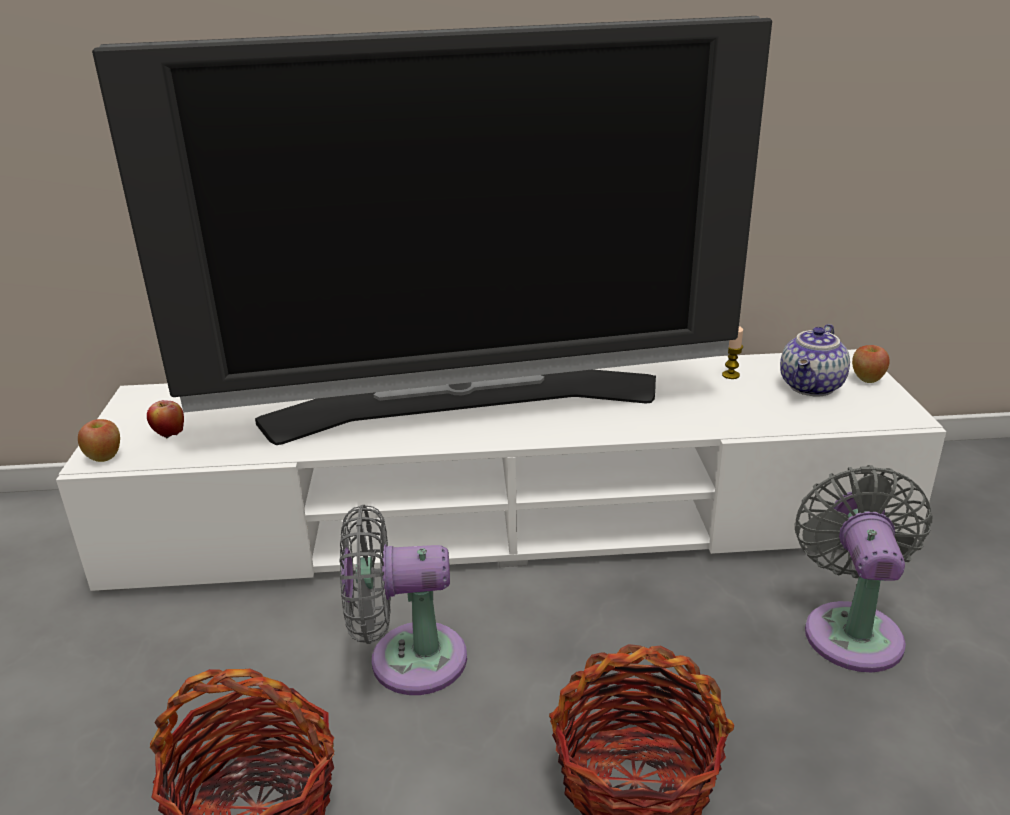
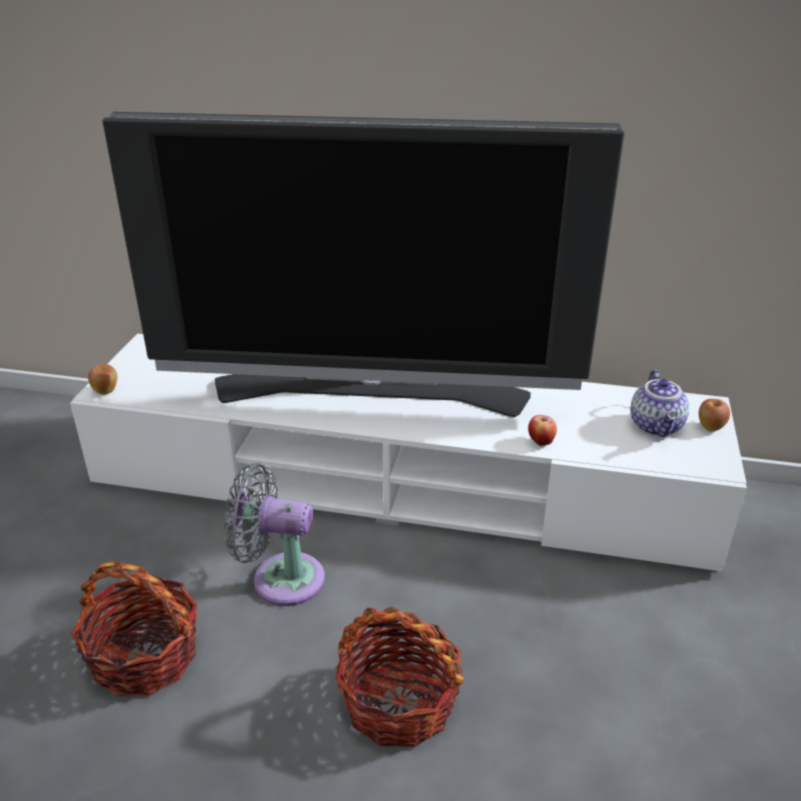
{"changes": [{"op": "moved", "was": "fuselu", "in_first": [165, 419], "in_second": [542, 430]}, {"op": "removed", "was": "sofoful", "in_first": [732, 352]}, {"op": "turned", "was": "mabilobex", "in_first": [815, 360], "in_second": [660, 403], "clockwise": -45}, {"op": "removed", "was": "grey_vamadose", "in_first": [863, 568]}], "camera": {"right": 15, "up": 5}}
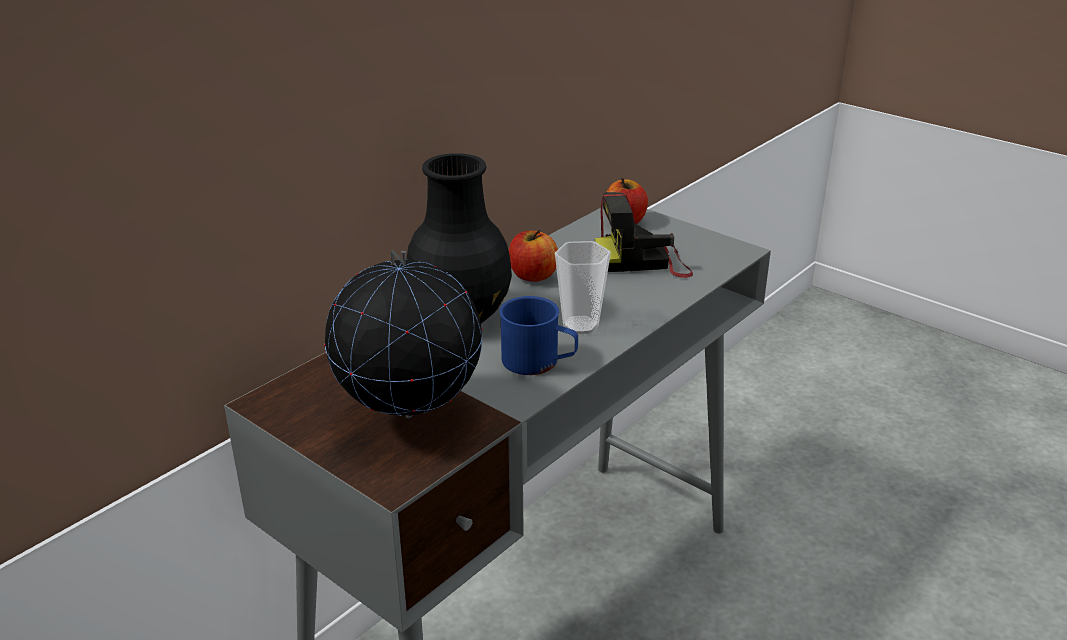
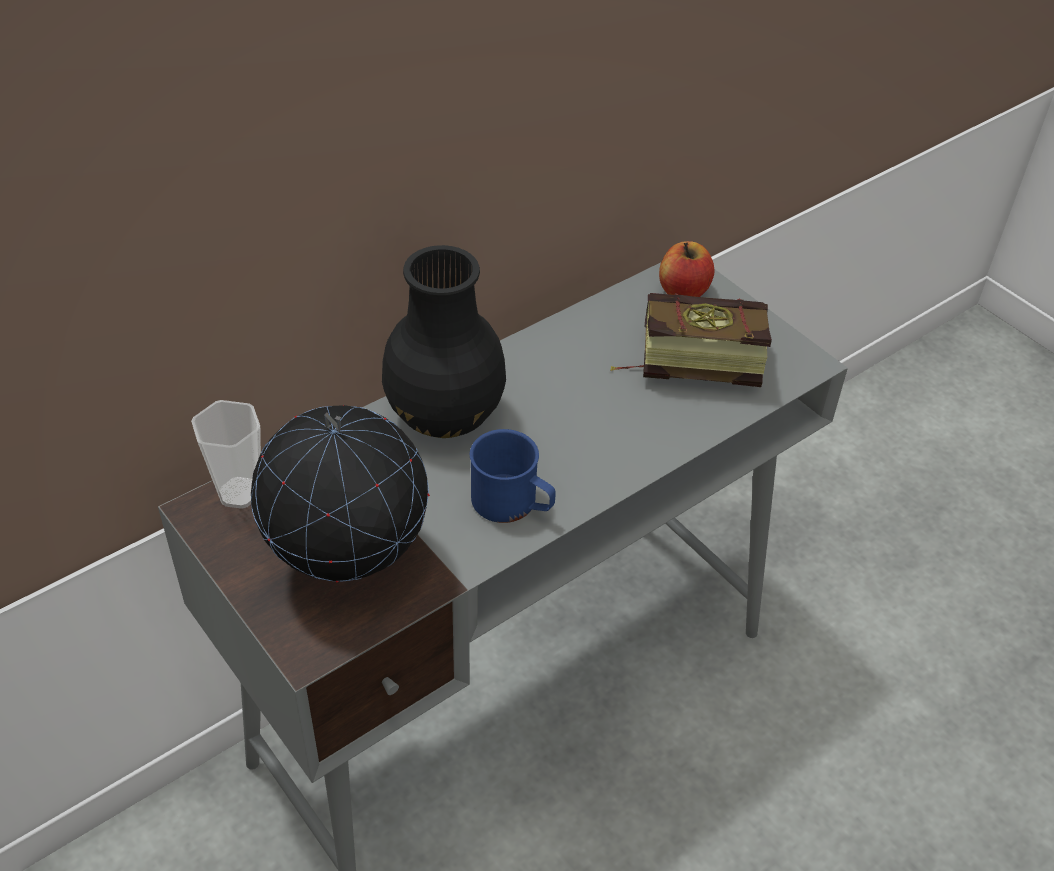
{"changes": [{"op": "removed", "was": "fuselu", "in_first": [533, 256]}, {"op": "moved", "was": "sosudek", "in_first": [583, 287], "in_second": [226, 454]}, {"op": "replaced", "was": "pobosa", "now": "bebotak", "in_first": [644, 235], "in_second": [691, 340]}], "camera": {"right": 10, "up": 15}}
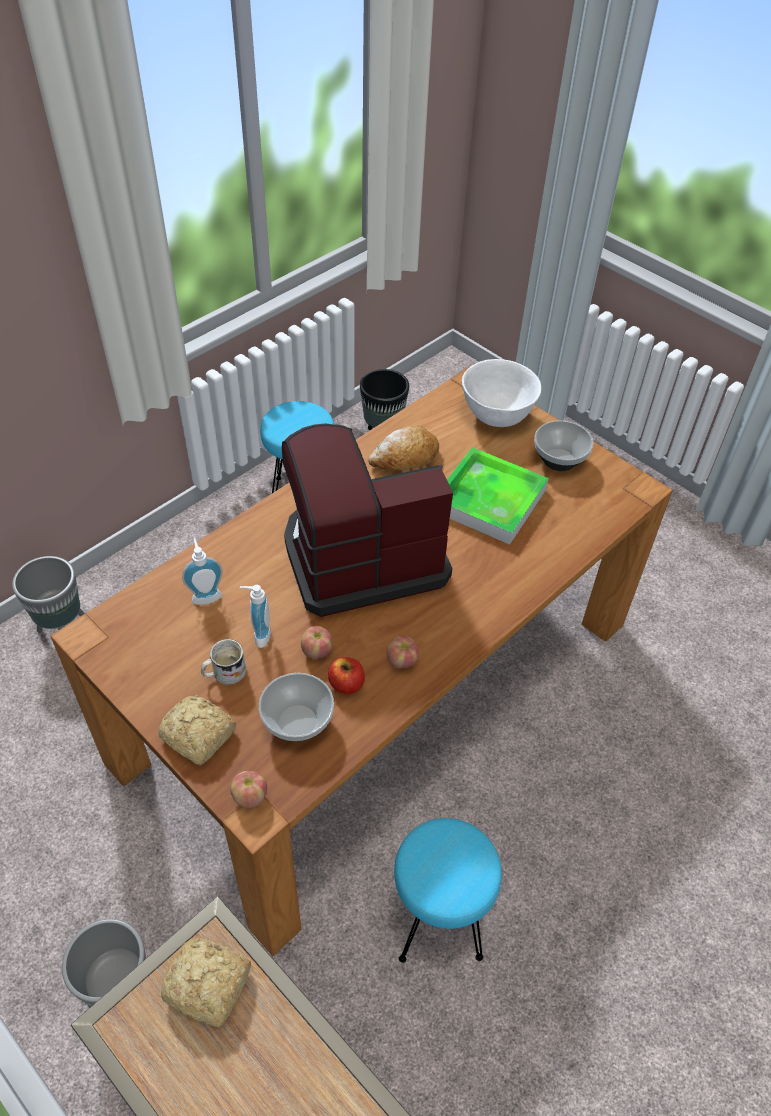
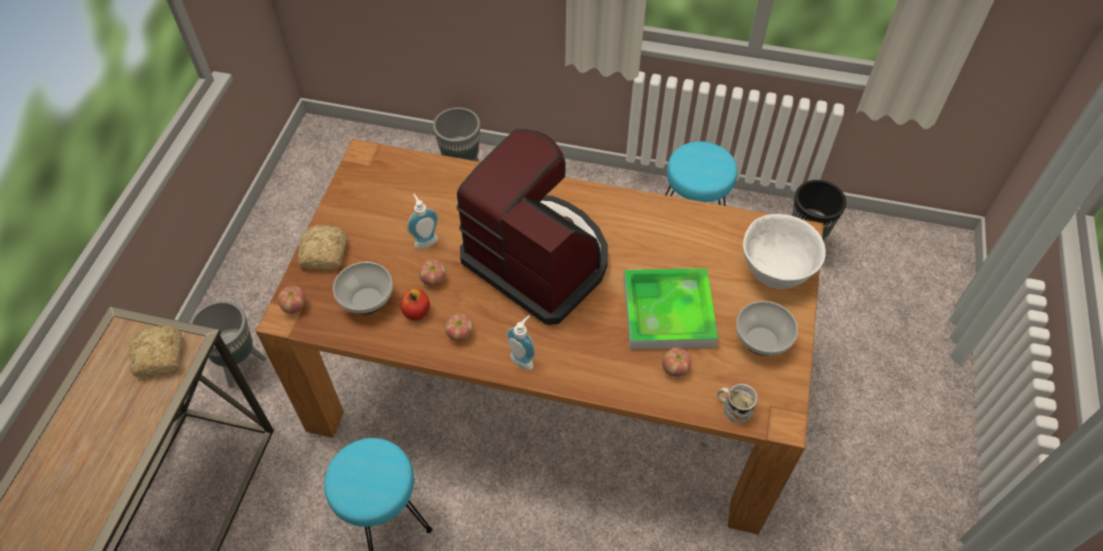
{"changes": [{"op": "moved", "was": "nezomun", "in_first": [202, 571], "in_second": [521, 342]}, {"op": "moved", "was": "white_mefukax", "in_first": [223, 662], "in_second": [737, 403]}, {"op": "removed", "was": "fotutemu", "in_first": [403, 448]}, {"op": "added", "now": "fuselu", "in_second": [676, 362]}], "camera": {"right": 60, "up": 5}}
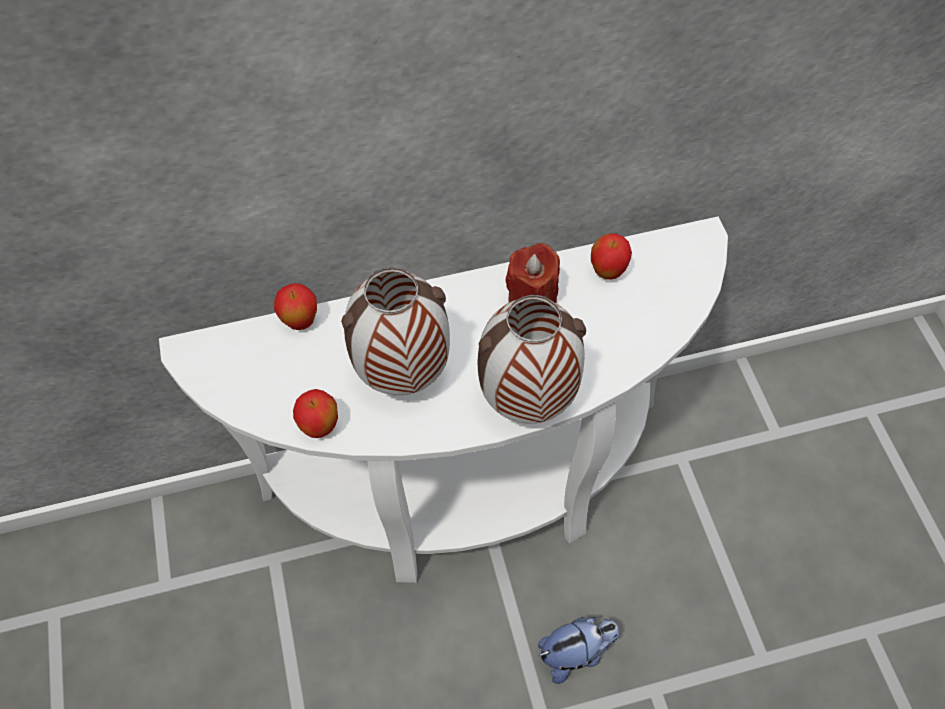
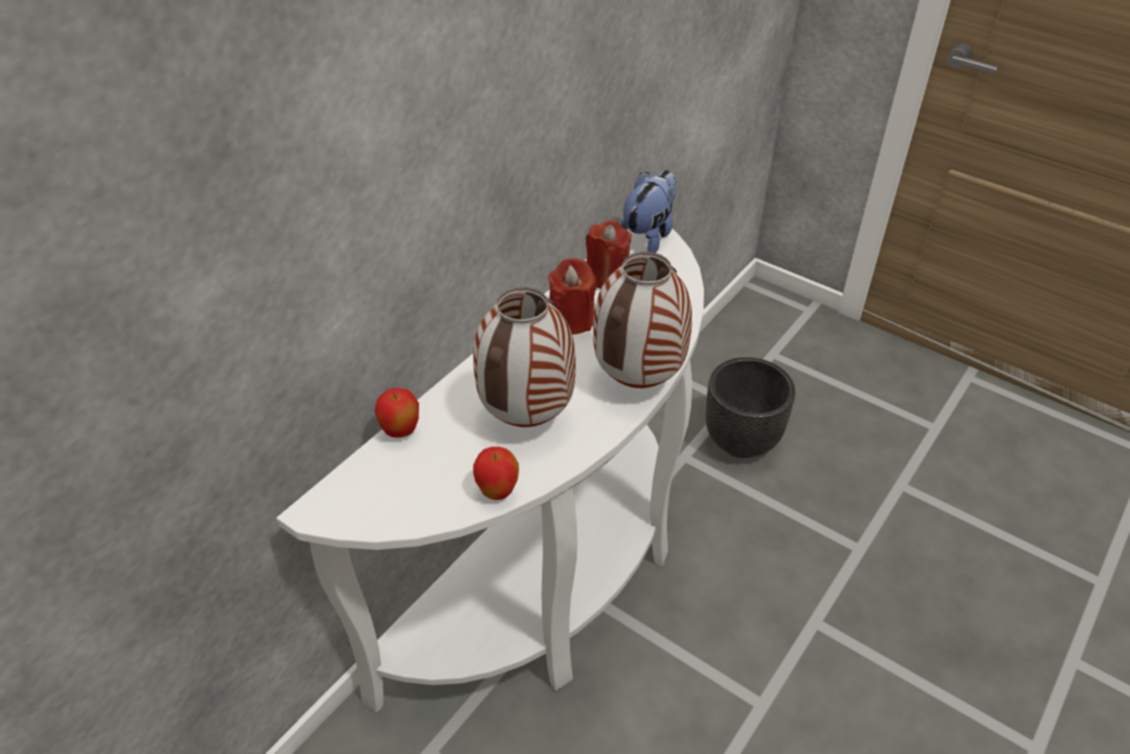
{"changes": [{"op": "moved", "was": "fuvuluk", "in_first": [579, 650], "in_second": [648, 211]}, {"op": "replaced", "was": "fuselu", "now": "red_sofoful", "in_first": [611, 256], "in_second": [609, 254]}, {"op": "added", "now": "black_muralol", "in_second": [750, 407]}], "camera": {"right": -40, "up": -15}}
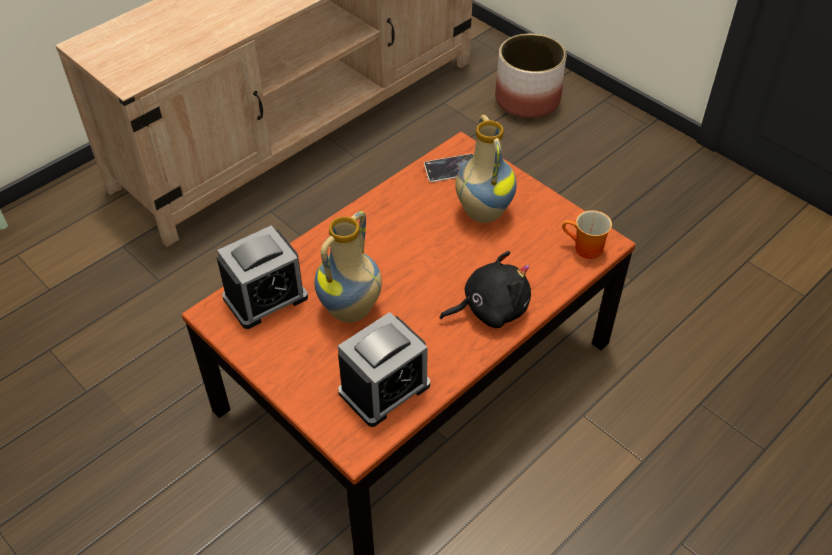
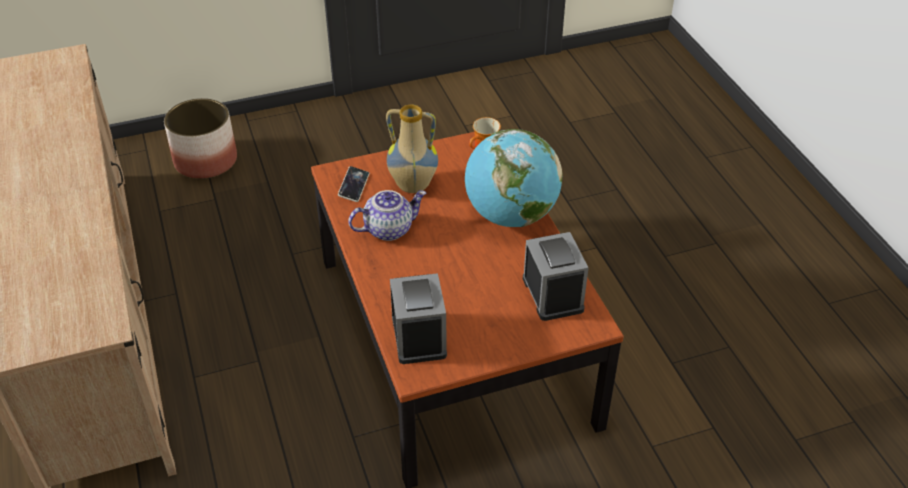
{"changes": [{"op": "removed", "was": "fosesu", "in_first": [348, 267]}, {"op": "replaced", "was": "black_fuvuluk", "now": "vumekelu", "in_first": [485, 289], "in_second": [513, 178]}, {"op": "added", "now": "mabilobex", "in_second": [387, 215]}], "camera": {"right": -65, "up": -5}}
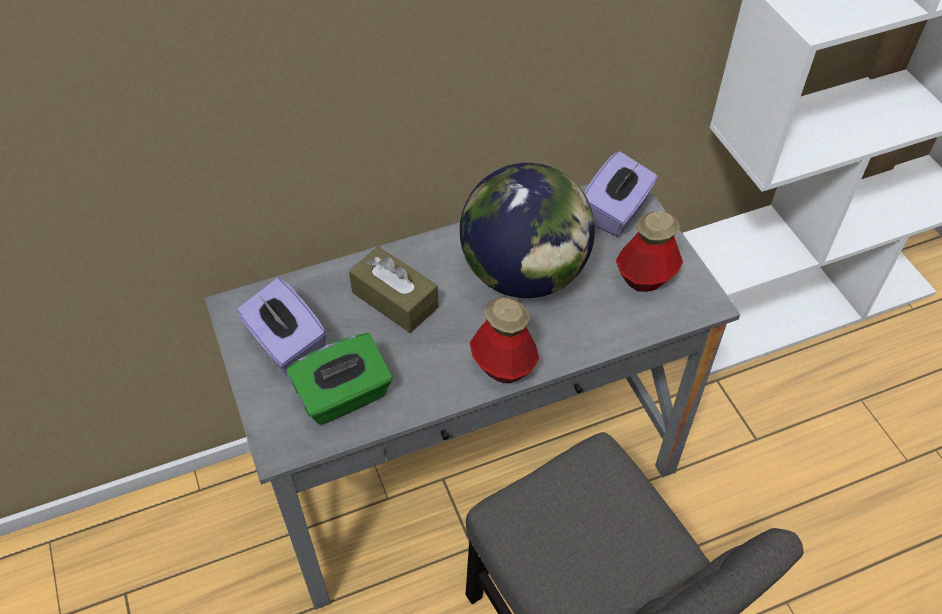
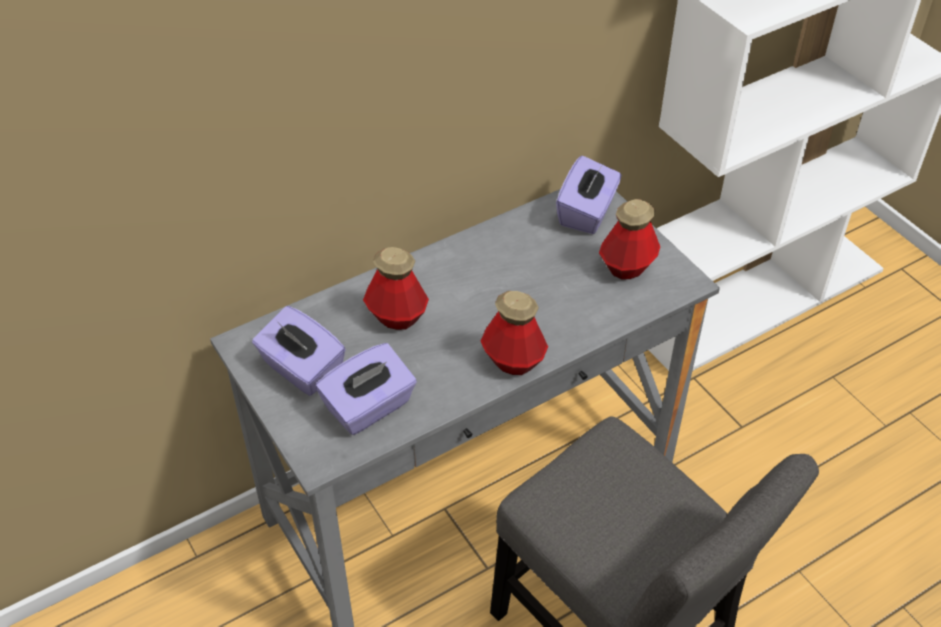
{"changes": [{"op": "recoloured", "was": "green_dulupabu", "now": "purple_dulupabu", "in_first": [339, 379], "in_second": [366, 389]}, {"op": "replaced", "was": "brown_dulupabu", "now": "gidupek", "in_first": [394, 289], "in_second": [396, 288]}, {"op": "removed", "was": "vumekelu", "in_first": [527, 230]}], "camera": {"right": -10, "up": -5}}
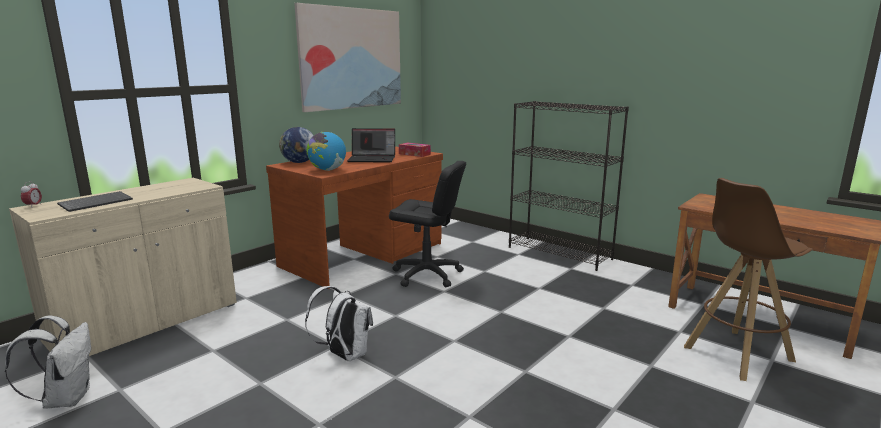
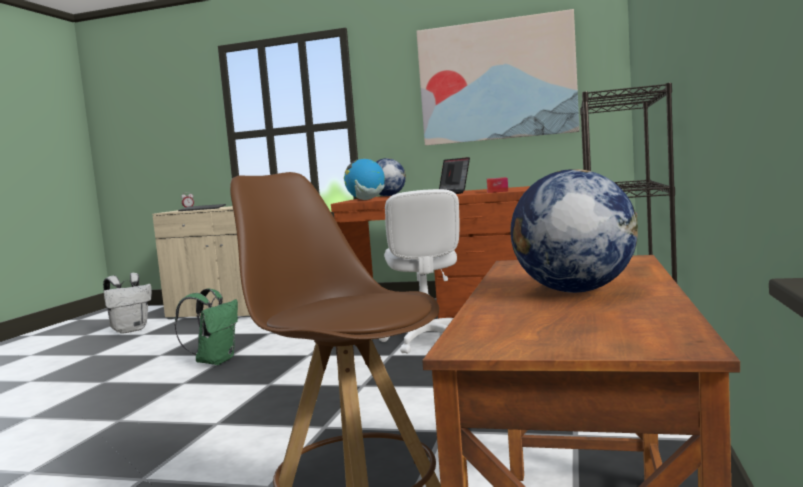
{"changes": [{"op": "recoloured", "was": "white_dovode", "now": "green_dovode", "in_first": [339, 323], "in_second": [206, 326]}, {"op": "recoloured", "was": "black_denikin", "now": "white_denikin", "in_first": [427, 224], "in_second": [419, 271]}, {"op": "added", "now": "vumekelu", "in_second": [574, 231]}], "camera": {"right": 65, "up": -10}}
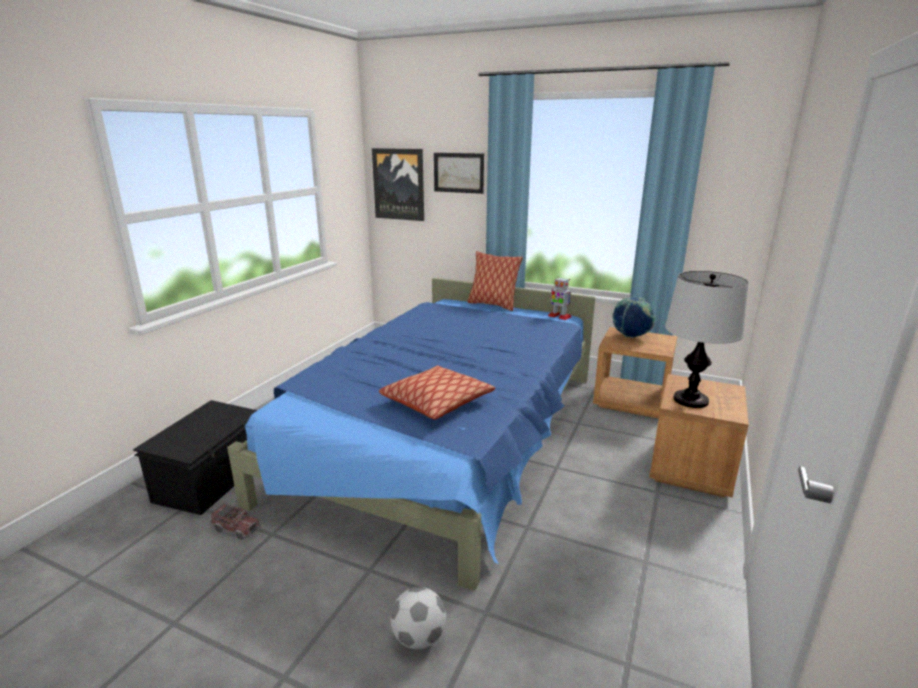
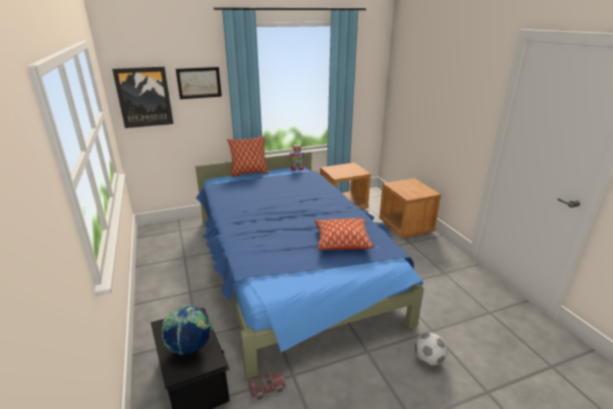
{"changes": [{"op": "moved", "was": "vumekelu", "in_first": [633, 317], "in_second": [187, 330]}, {"op": "removed", "was": "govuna", "in_first": [707, 339]}], "camera": {"right": -45, "up": 5}}
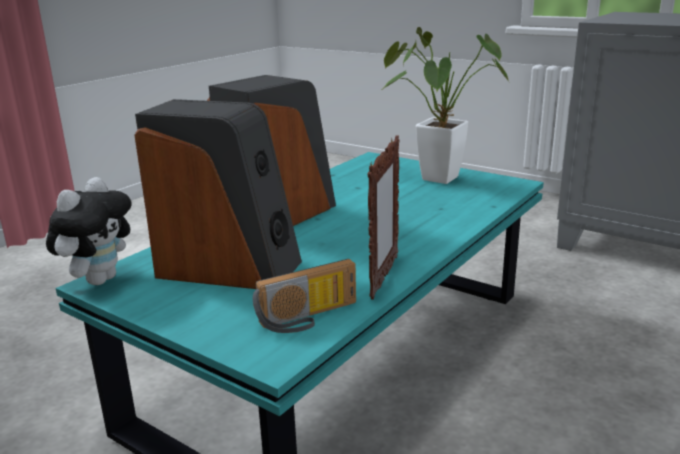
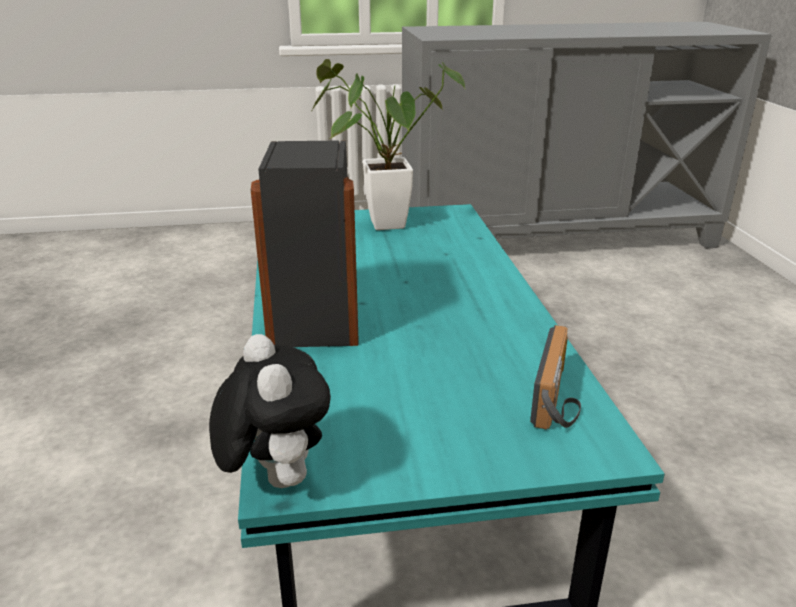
{"changes": [{"op": "removed", "was": "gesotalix", "in_first": [218, 194]}, {"op": "removed", "was": "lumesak", "in_first": [384, 217]}], "camera": {"right": -45, "up": 5}}
